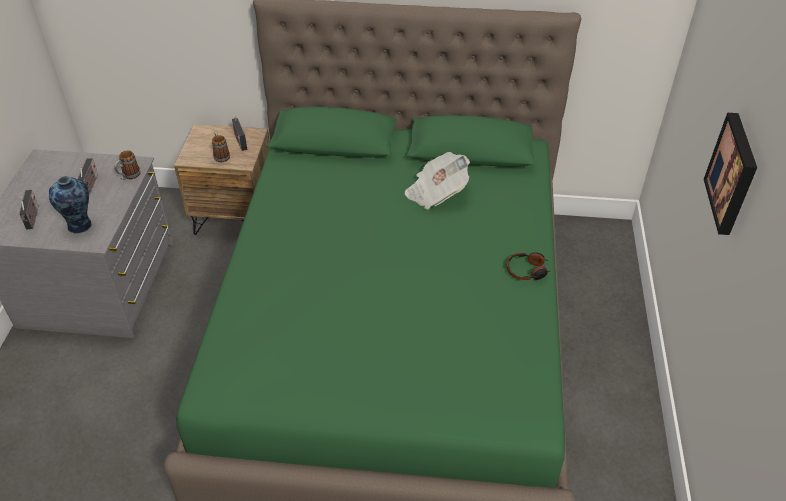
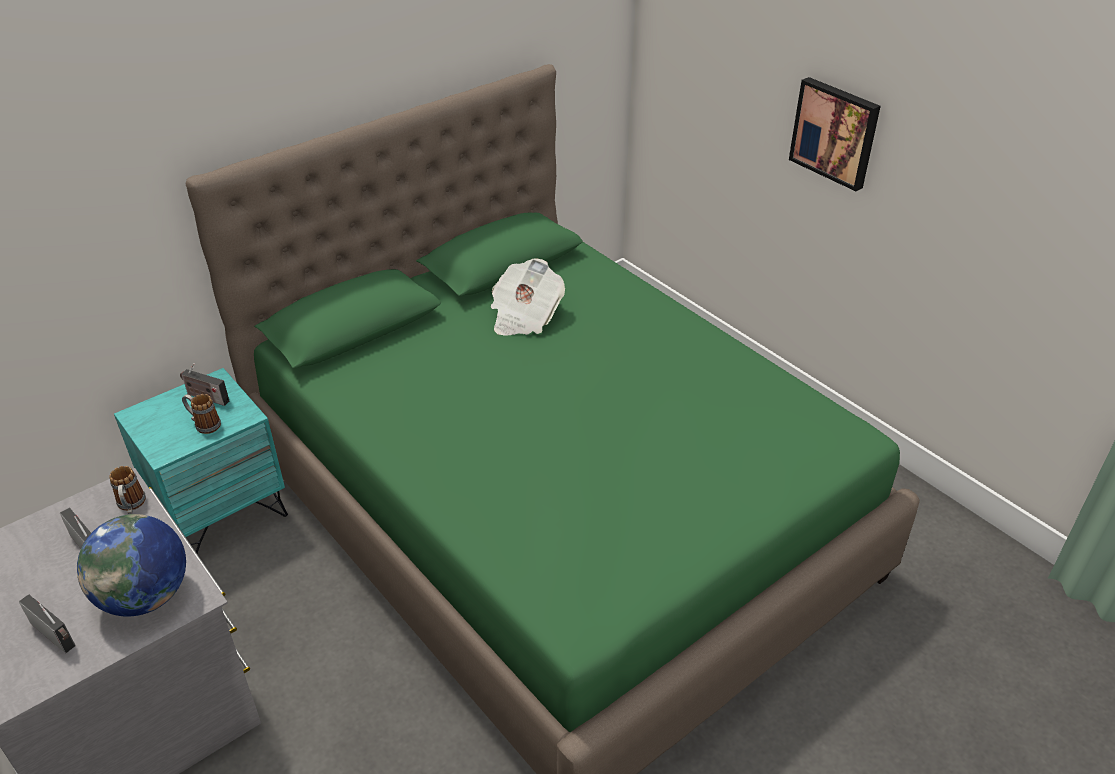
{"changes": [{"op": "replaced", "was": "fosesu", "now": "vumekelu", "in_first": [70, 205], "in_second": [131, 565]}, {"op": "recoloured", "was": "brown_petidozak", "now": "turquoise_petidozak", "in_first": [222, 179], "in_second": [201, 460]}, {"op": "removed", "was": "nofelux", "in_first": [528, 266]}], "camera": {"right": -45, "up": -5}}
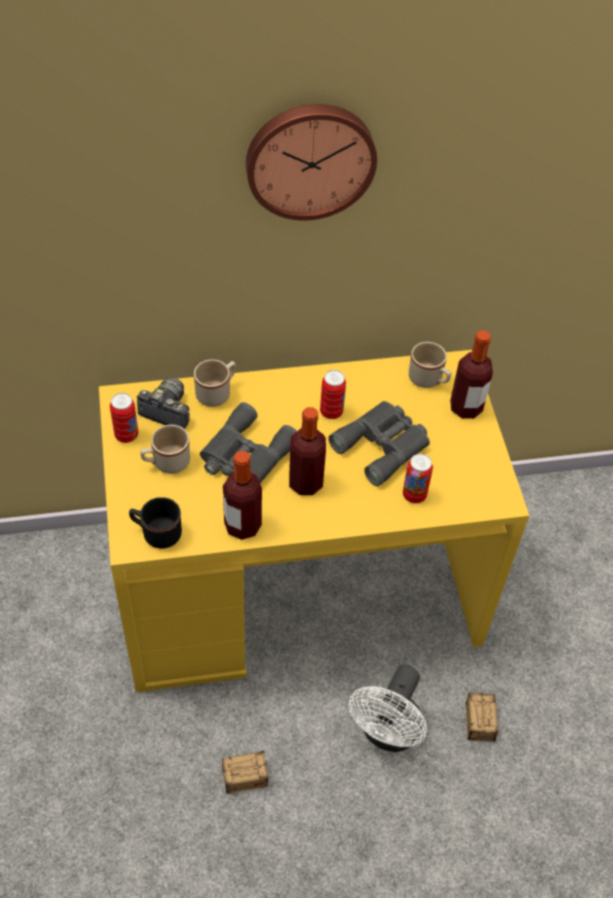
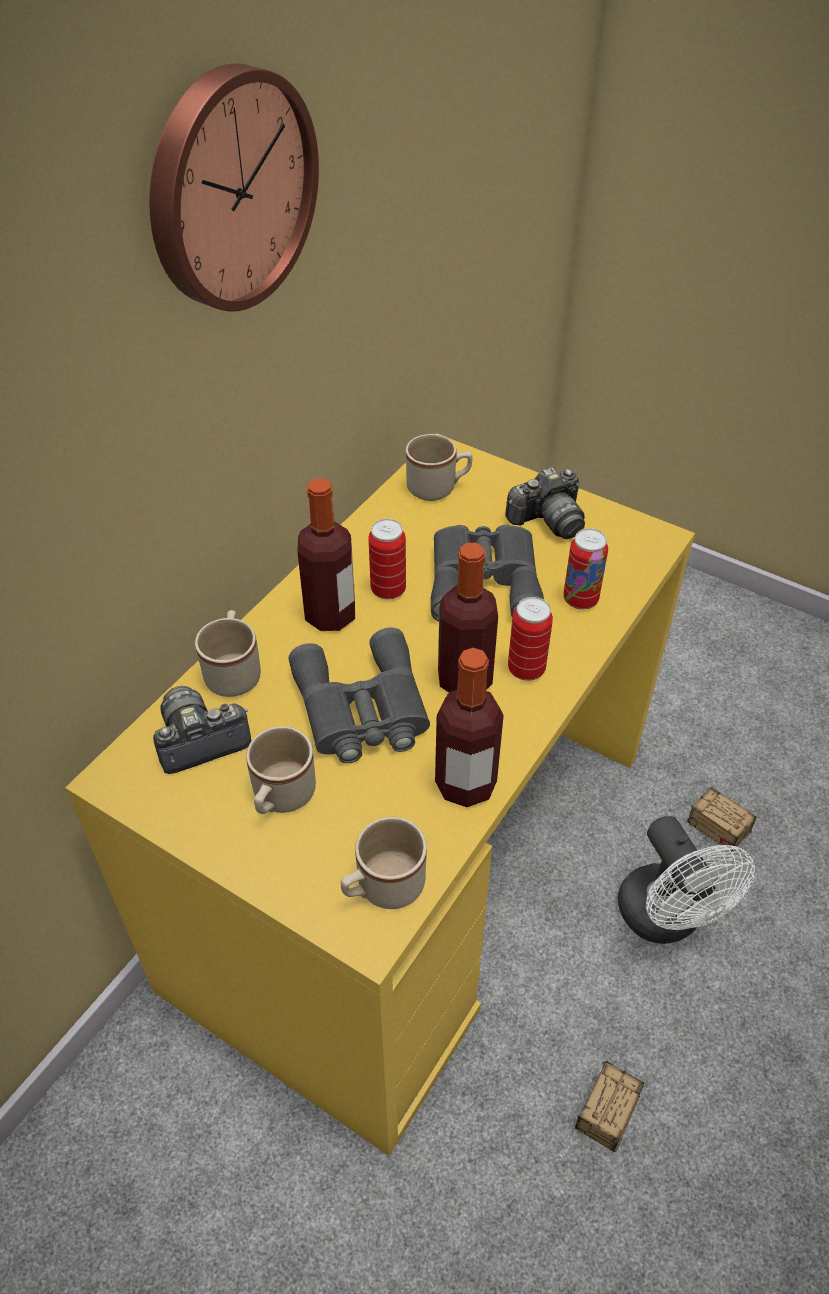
{"changes": [{"op": "moved", "was": "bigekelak", "in_first": [124, 418], "in_second": [530, 639]}, {"op": "recoloured", "was": "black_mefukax", "now": "beige_mefukax", "in_first": [155, 522], "in_second": [384, 863]}, {"op": "moved", "was": "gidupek", "in_first": [471, 375], "in_second": [326, 554]}, {"op": "added", "now": "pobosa", "in_second": [545, 503]}], "camera": {"right": -45, "up": -5}}
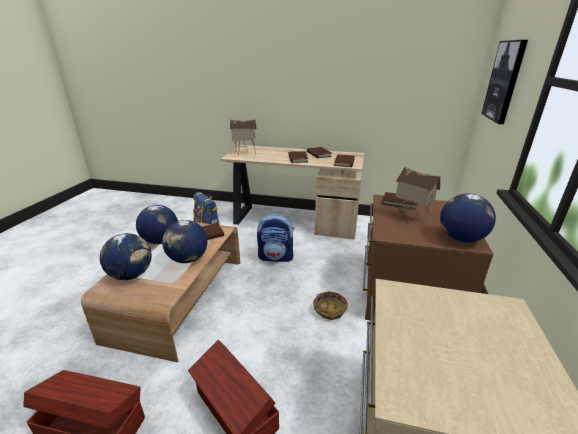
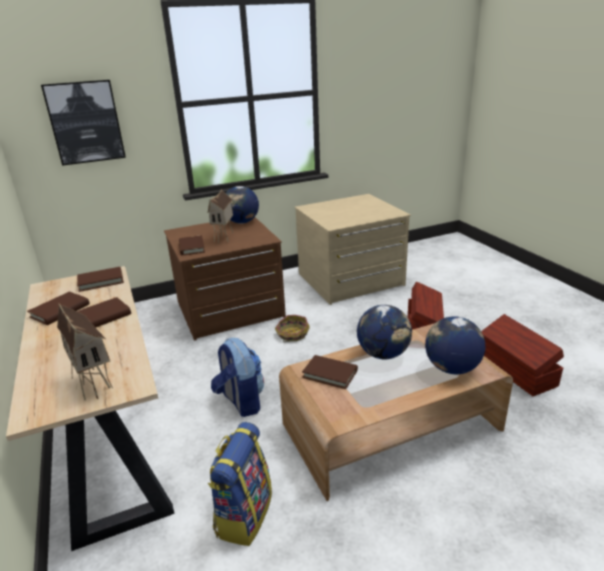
{"changes": [{"op": "removed", "was": "vumekelu", "in_first": [157, 224]}], "camera": {"right": -125, "up": 0}}
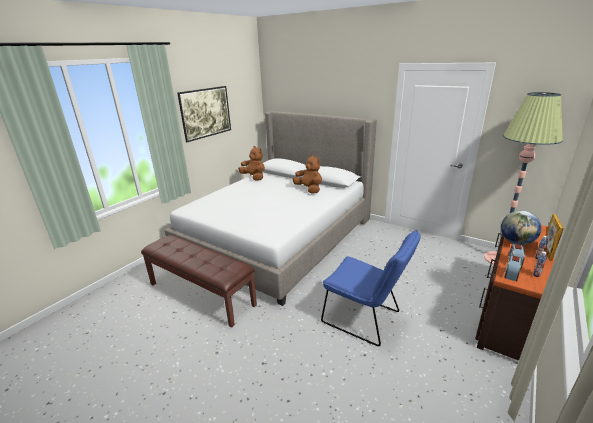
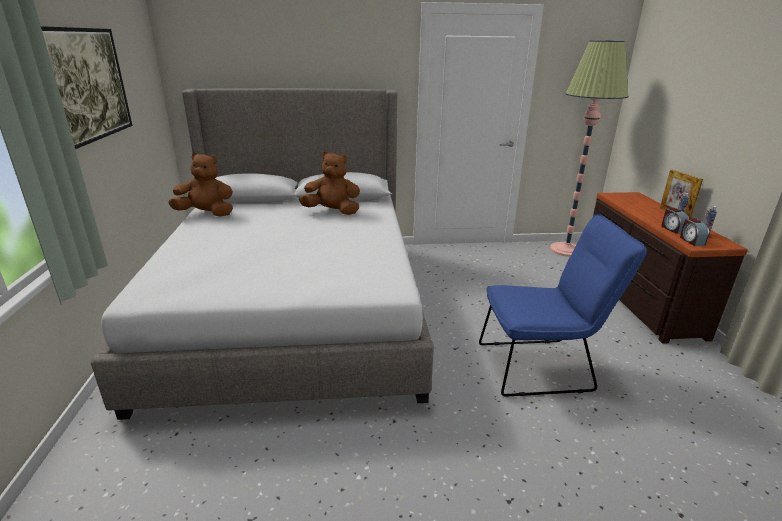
{"changes": [{"op": "removed", "was": "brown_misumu", "in_first": [199, 281]}, {"op": "removed", "was": "vumekelu", "in_first": [521, 228]}], "camera": {"right": -40, "up": 0}}
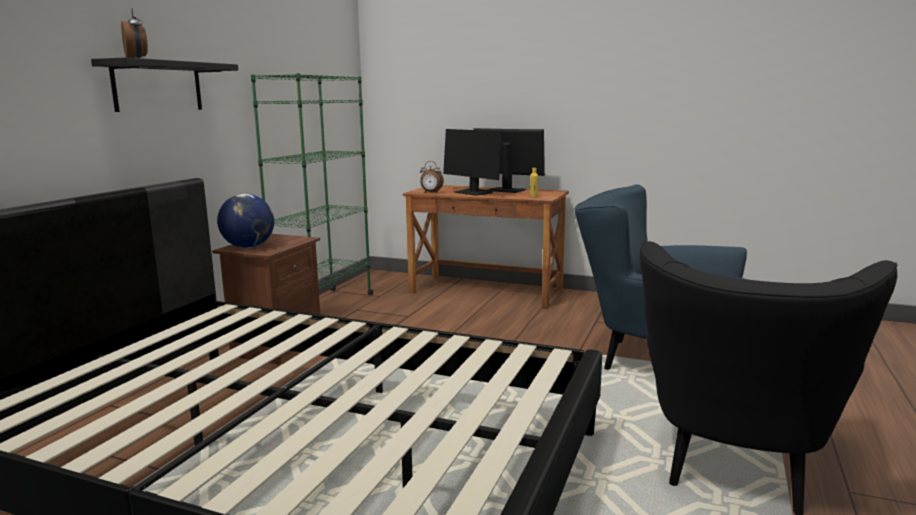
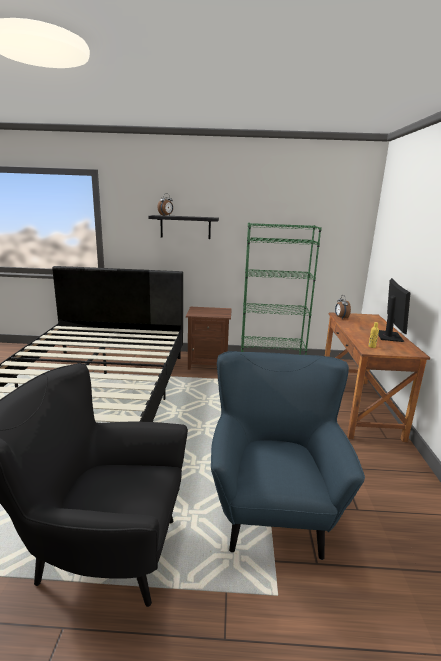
{"changes": [{"op": "removed", "was": "vumekelu", "in_first": [245, 221]}, {"op": "removed", "was": "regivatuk", "in_first": [473, 162]}], "camera": {"right": 70, "up": 5}}
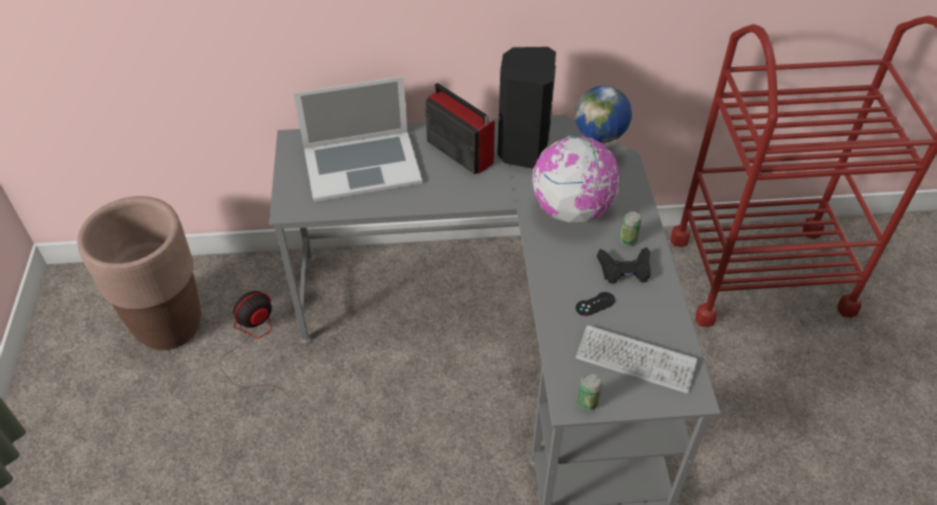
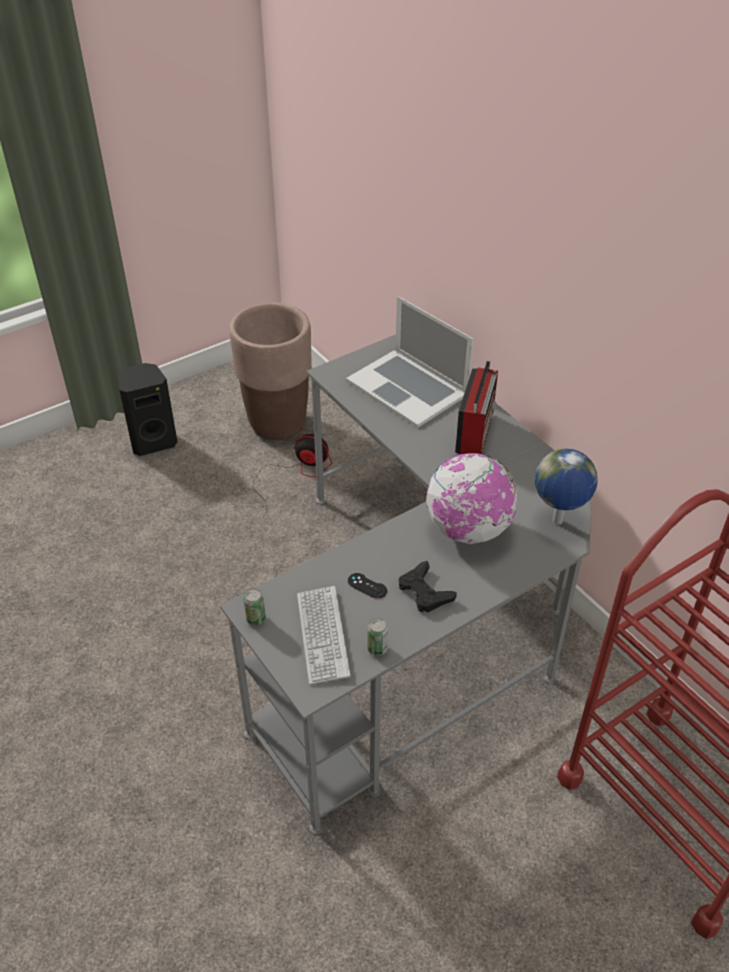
{"changes": [{"op": "moved", "was": "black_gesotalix", "in_first": [527, 108], "in_second": [148, 409]}, {"op": "moved", "was": "bigekelak", "in_first": [630, 228], "in_second": [377, 637]}], "camera": {"right": 60, "up": -5}}
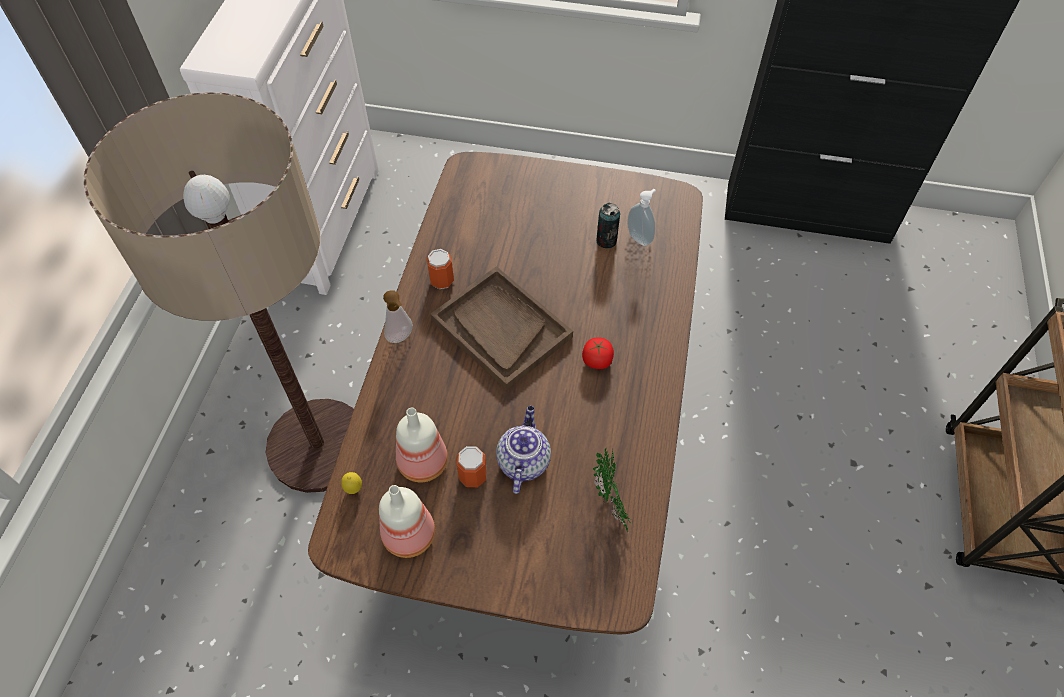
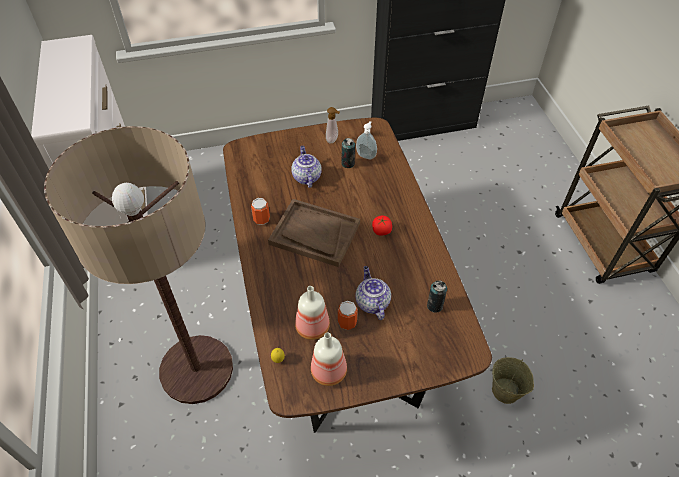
{"changes": [{"op": "moved", "was": "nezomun", "in_first": [398, 316], "in_second": [333, 125]}, {"op": "replaced", "was": "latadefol", "now": "bigekelak", "in_first": [613, 491], "in_second": [437, 296]}, {"op": "added", "now": "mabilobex", "in_second": [306, 167]}, {"op": "added", "now": "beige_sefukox", "in_second": [513, 380]}], "camera": {"right": -25, "up": -5}}
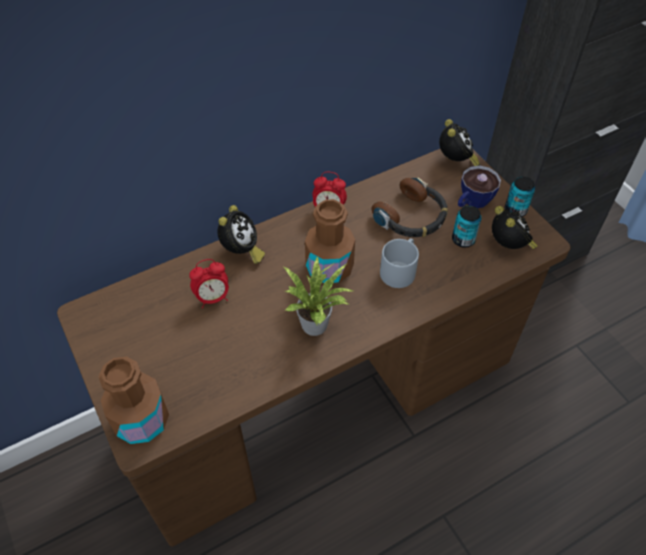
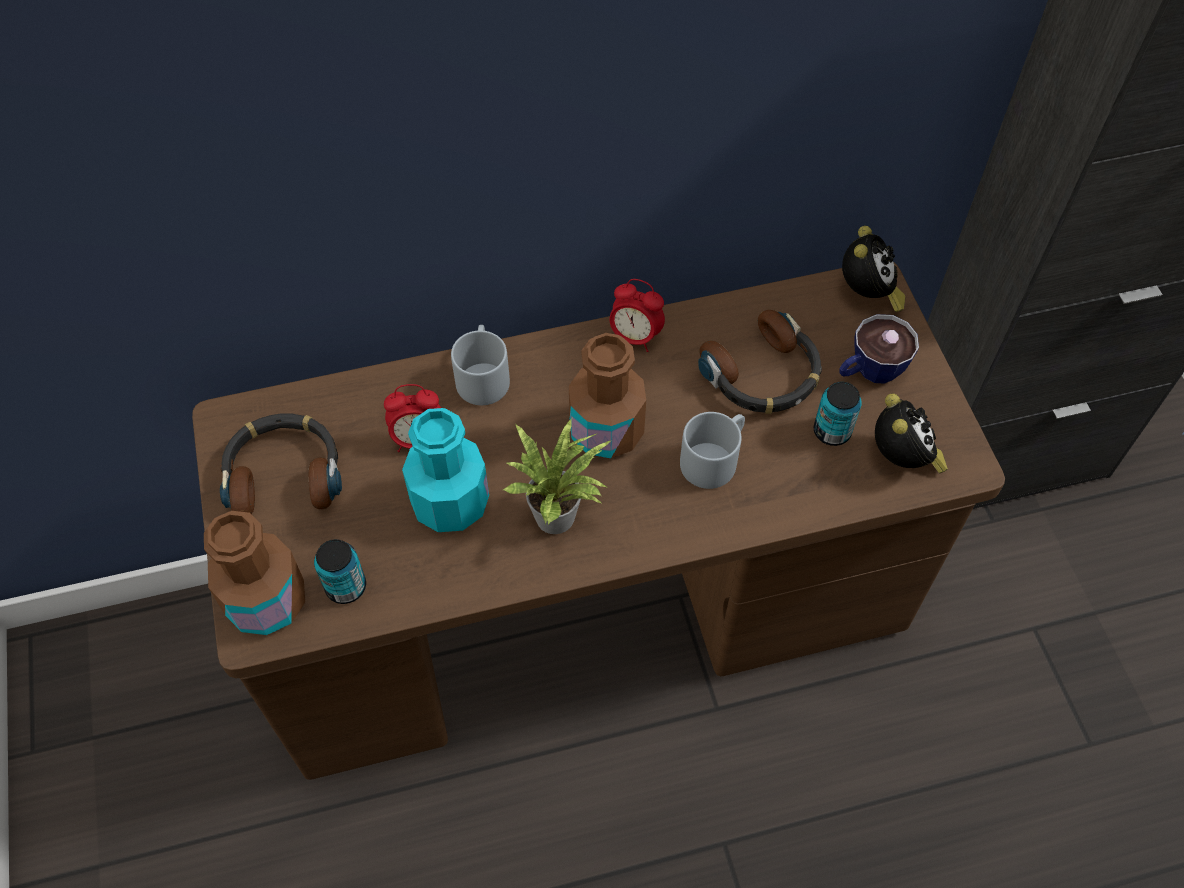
{"changes": [{"op": "replaced", "was": "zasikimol", "now": "grey_mefukax", "in_first": [241, 234], "in_second": [480, 365]}, {"op": "moved", "was": "bigekelak", "in_first": [520, 196], "in_second": [340, 571]}, {"op": "added", "now": "nofelux", "in_second": [281, 464]}, {"op": "added", "now": "turquoise_gidupek", "in_second": [445, 470]}], "camera": {"right": 15, "up": 5}}
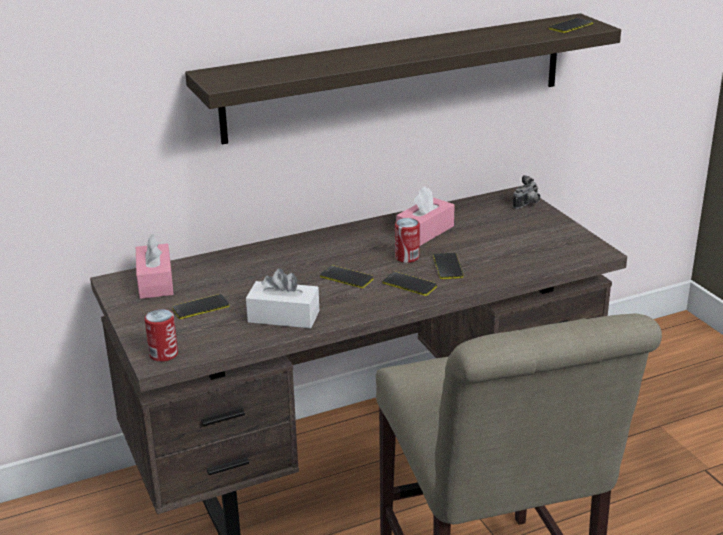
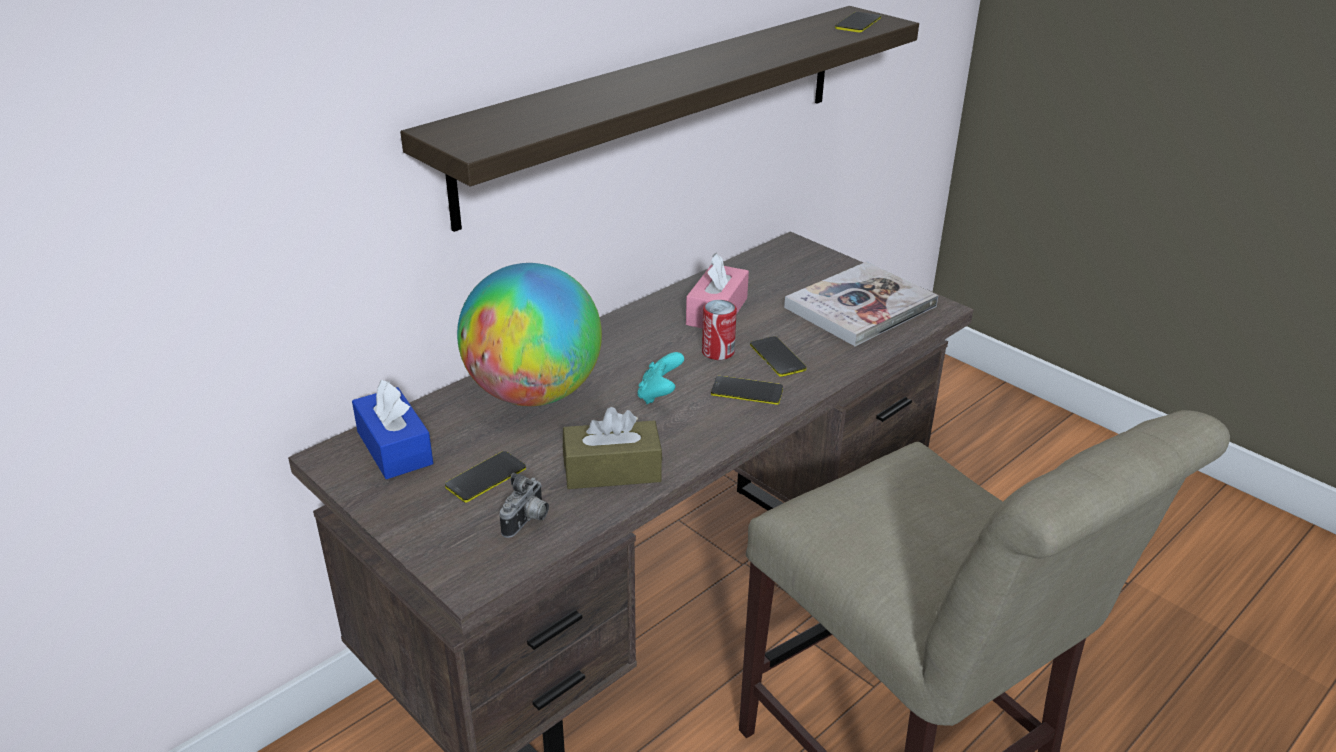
{"changes": [{"op": "recoloured", "was": "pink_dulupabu", "now": "blue_dulupabu", "in_first": [155, 266], "in_second": [392, 429]}, {"op": "removed", "was": "bigekelak", "in_first": [161, 335]}, {"op": "recoloured", "was": "white_dulupabu", "now": "brown_dulupabu", "in_first": [282, 298], "in_second": [612, 448]}, {"op": "replaced", "was": "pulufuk", "now": "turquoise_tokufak", "in_first": [346, 276], "in_second": [660, 378]}, {"op": "moved", "was": "pobosa", "in_first": [526, 192], "in_second": [524, 505]}, {"op": "added", "now": "vumekelu", "in_second": [529, 334]}, {"op": "added", "now": "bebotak", "in_second": [861, 304]}], "camera": {"right": -20, "up": 5}}
